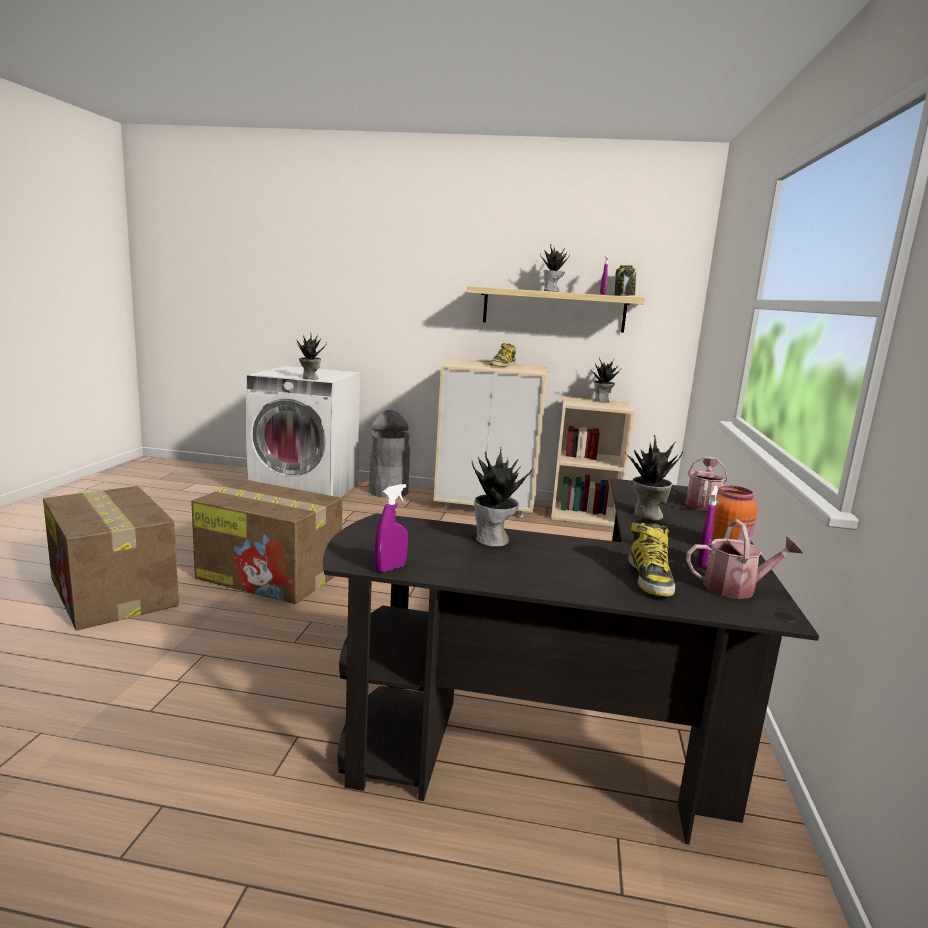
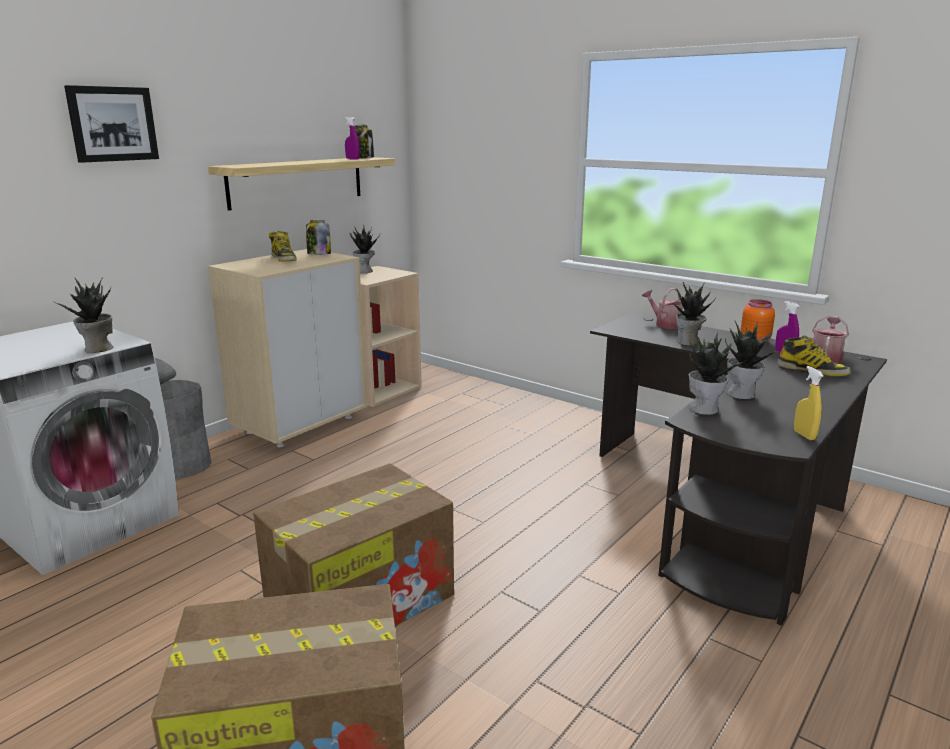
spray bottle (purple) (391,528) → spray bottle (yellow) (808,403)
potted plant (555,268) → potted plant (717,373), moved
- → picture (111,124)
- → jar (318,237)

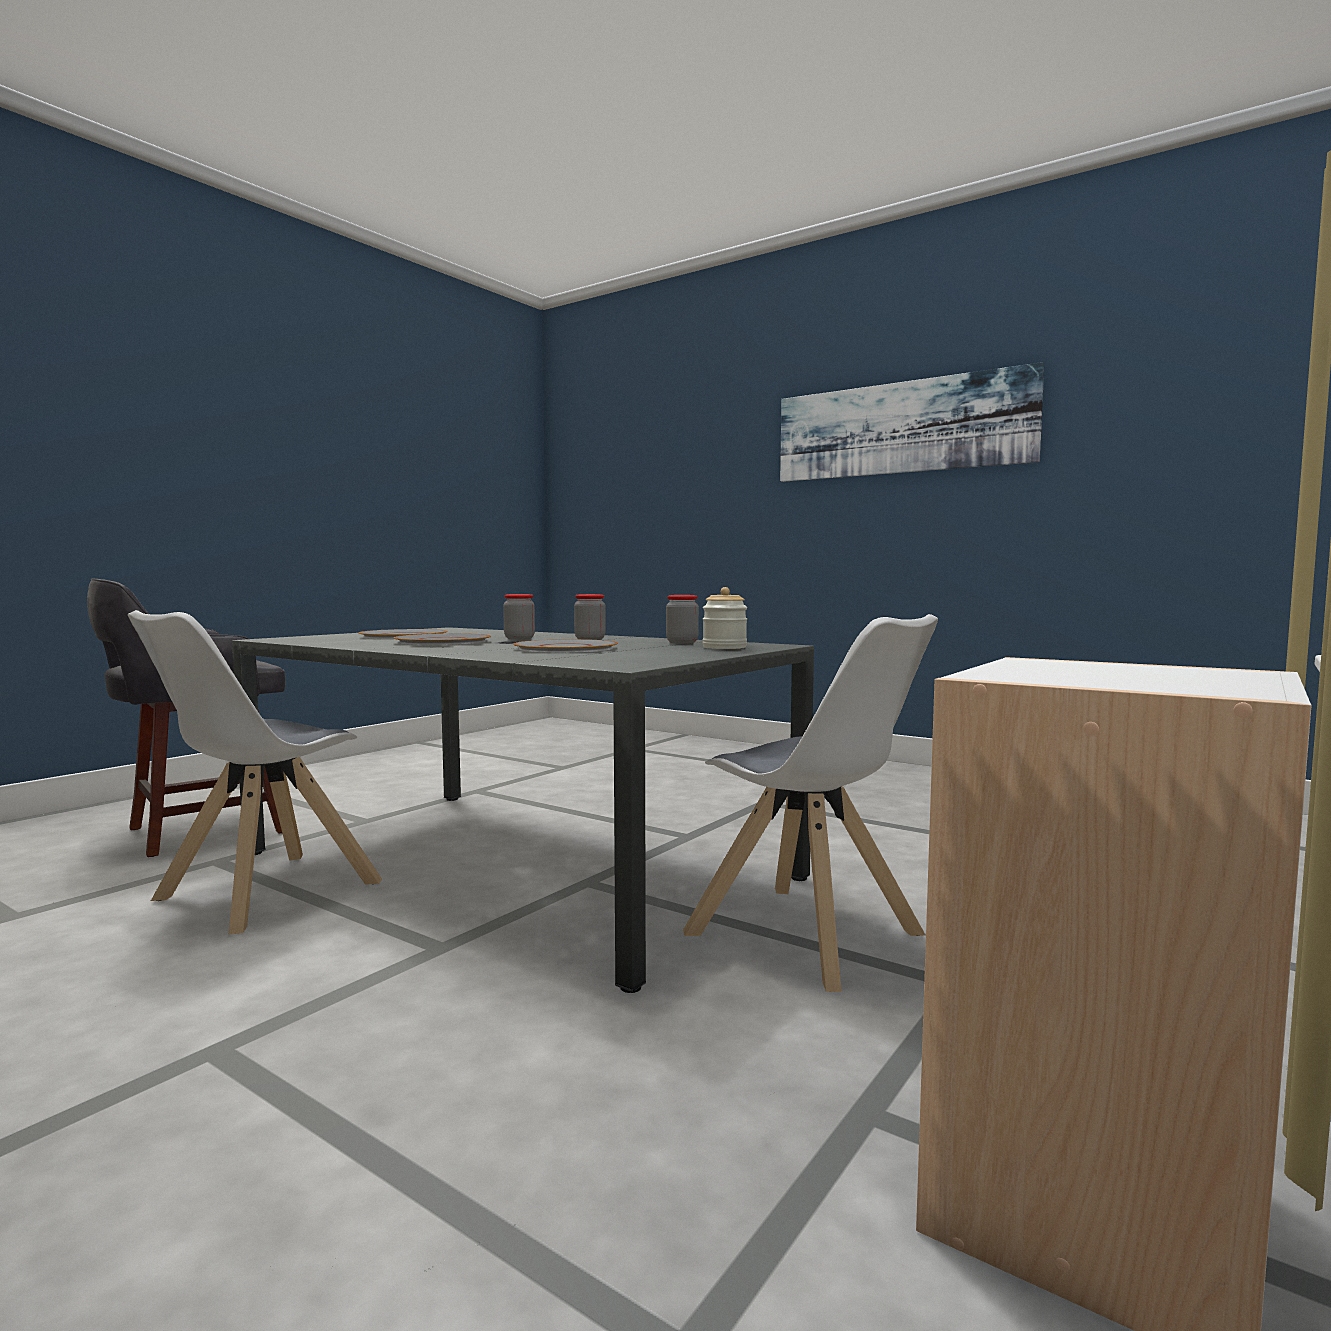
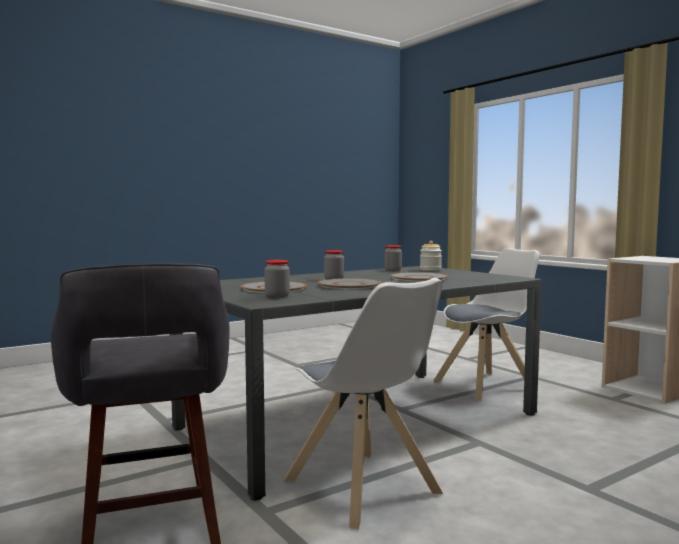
jar (590,617) → jar (277,279), moved
picture (912,422) → -

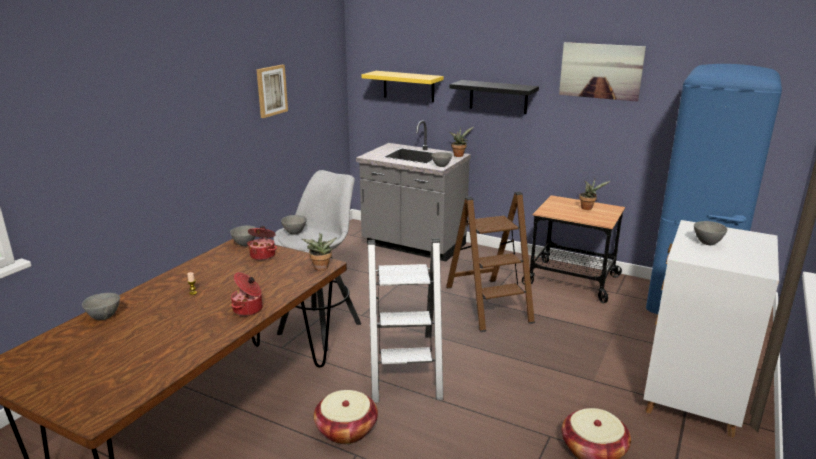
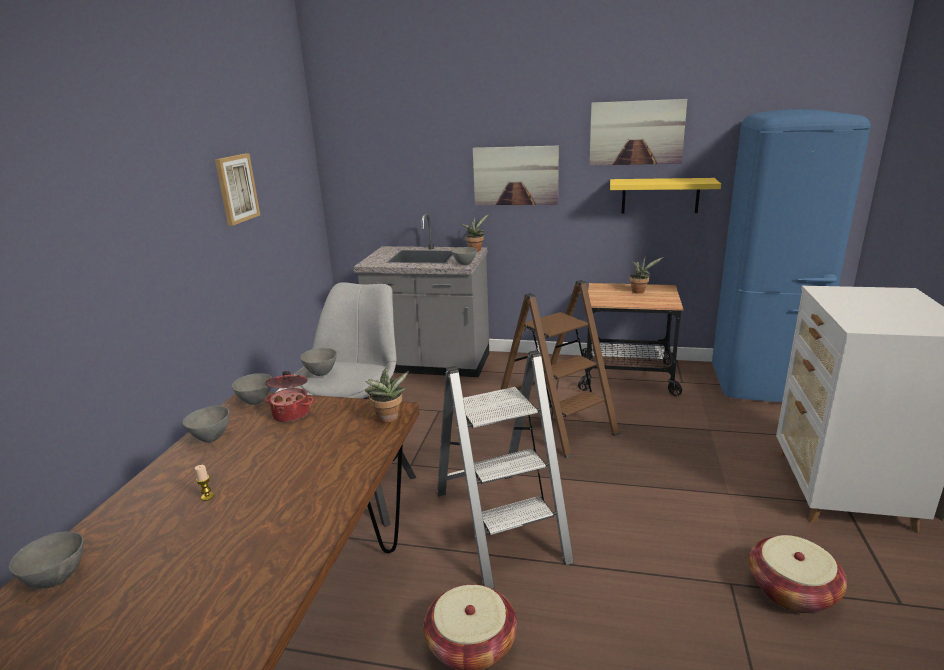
cooking pot (247,294) → -
shelf (yellow) (402,86) → shelf (yellow) (665,195), moved
shelf (black) (494,97) → picture (516,175)
bowl (grey) (711,233) → bowl (grey) (206,424), moved

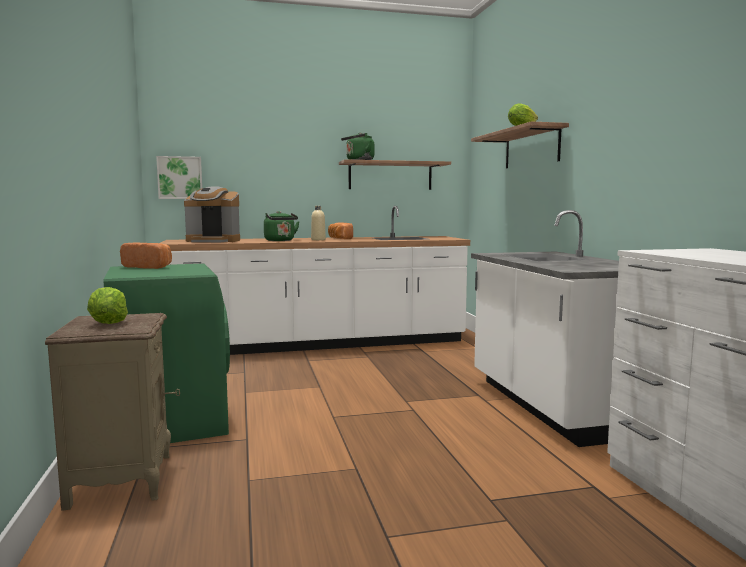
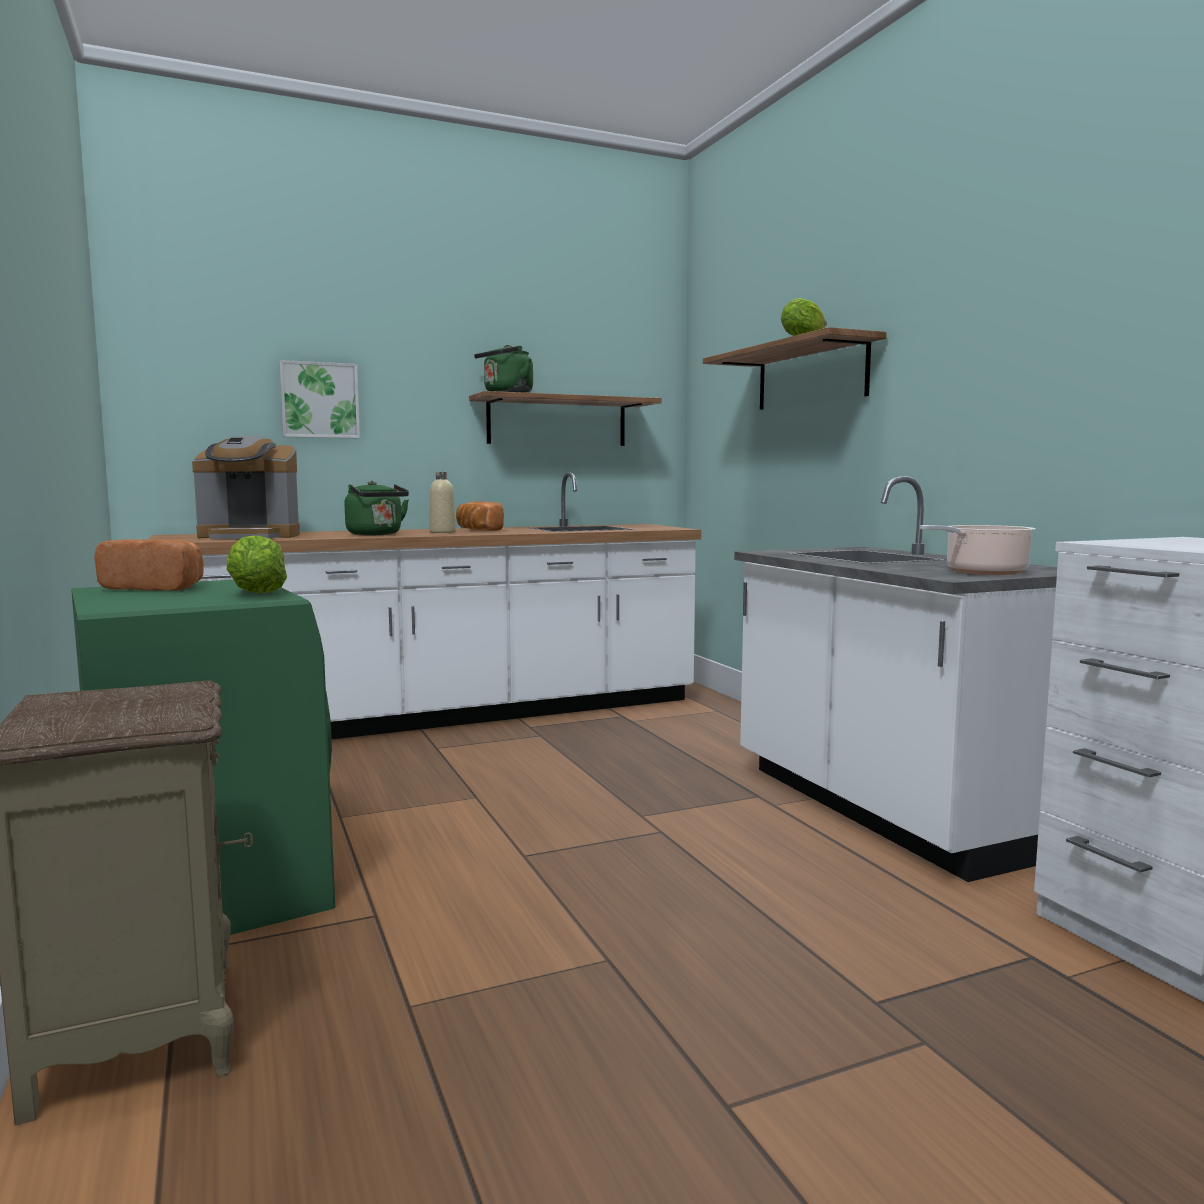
lettuce (107,305) → lettuce (257,564), moved
picture (179,177) → picture (319,399), moved
- → cooking pot (978,550)

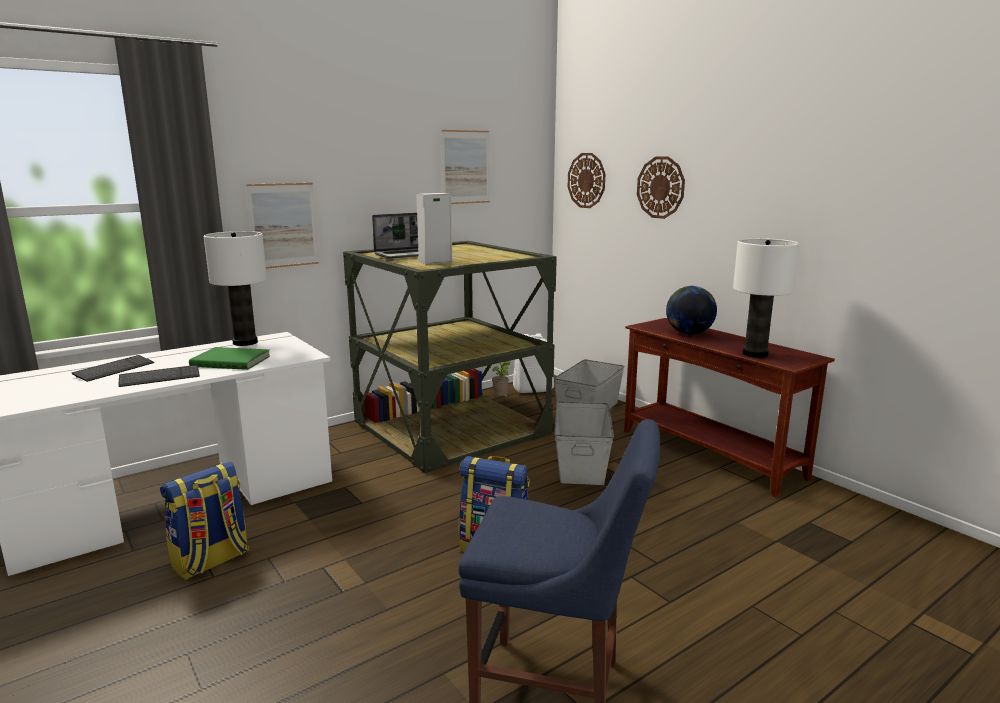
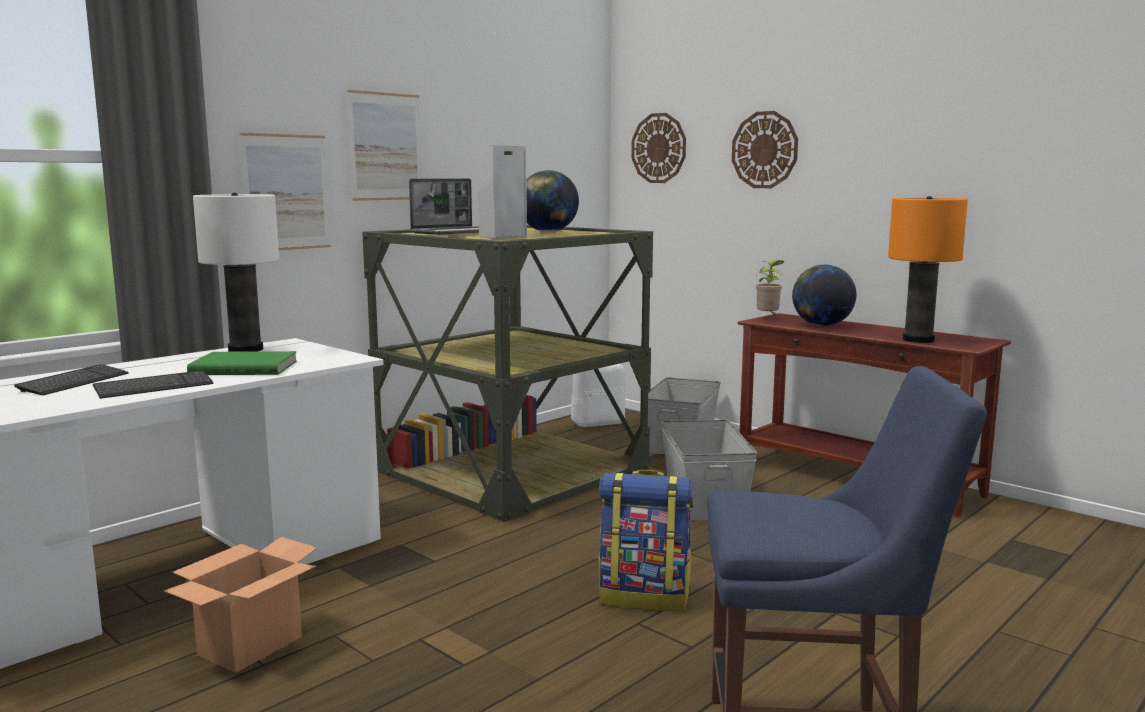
backpack (204,521) → cardboard box (240,605)
picture (465,167) → picture (384,145), moved
potted plant (501,379) → potted plant (770,288), moved
table lamp (white) (766,298) → table lamp (orange) (928,269)
- → globe (552,201)

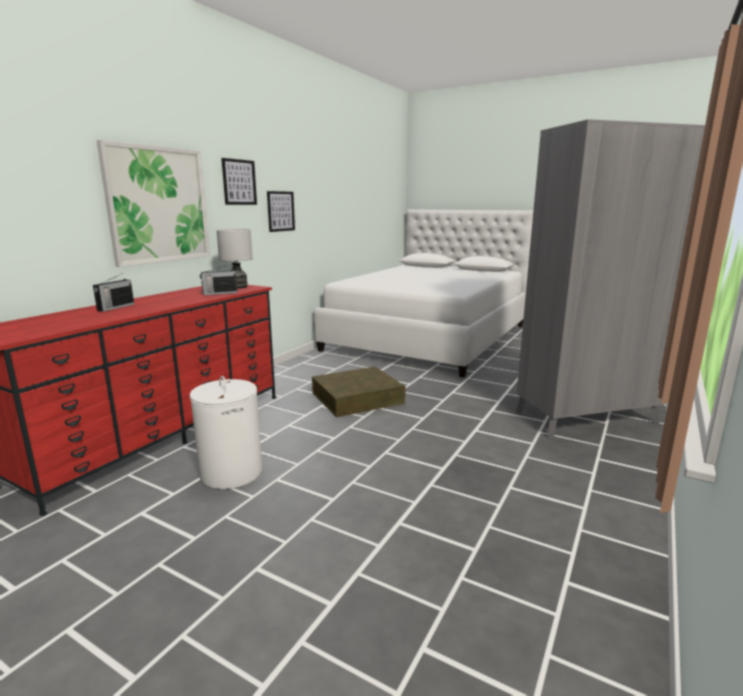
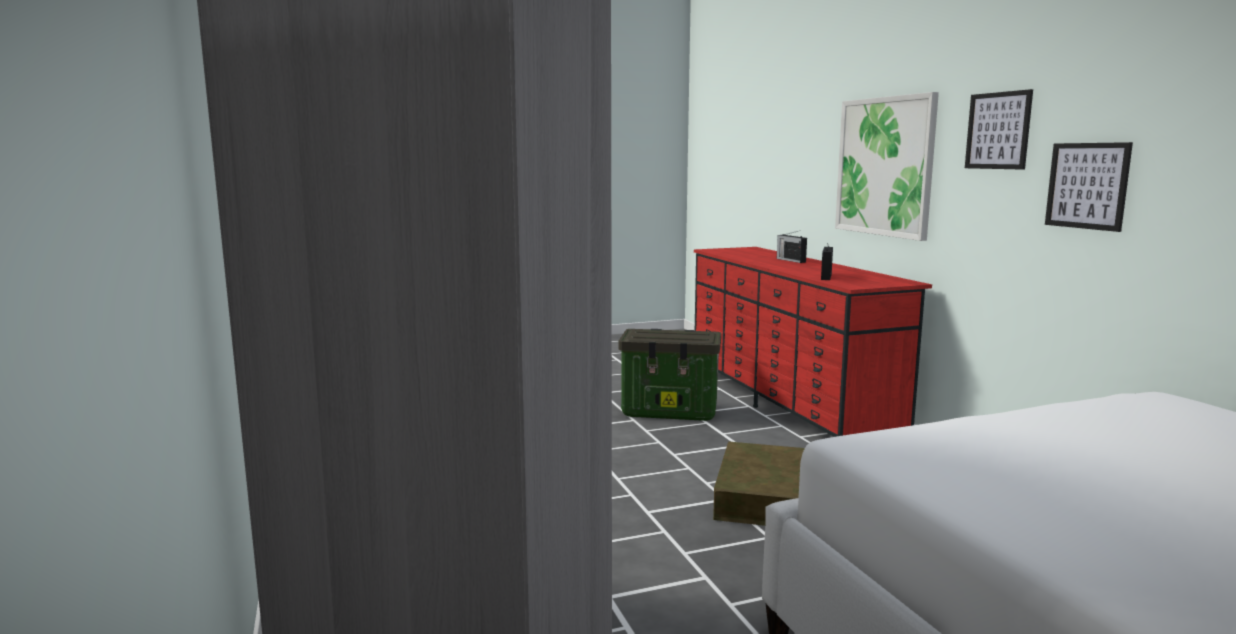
laundry basket (white) (226,432) → storage box (669,375)
table lamp (grey) (235,259) → -

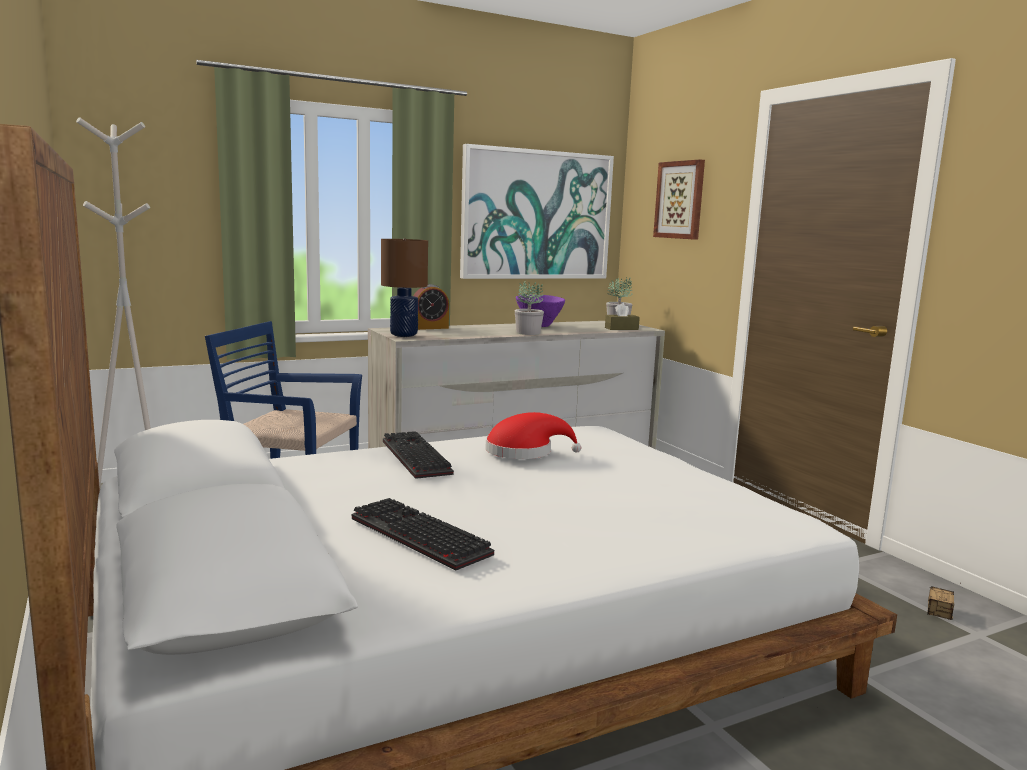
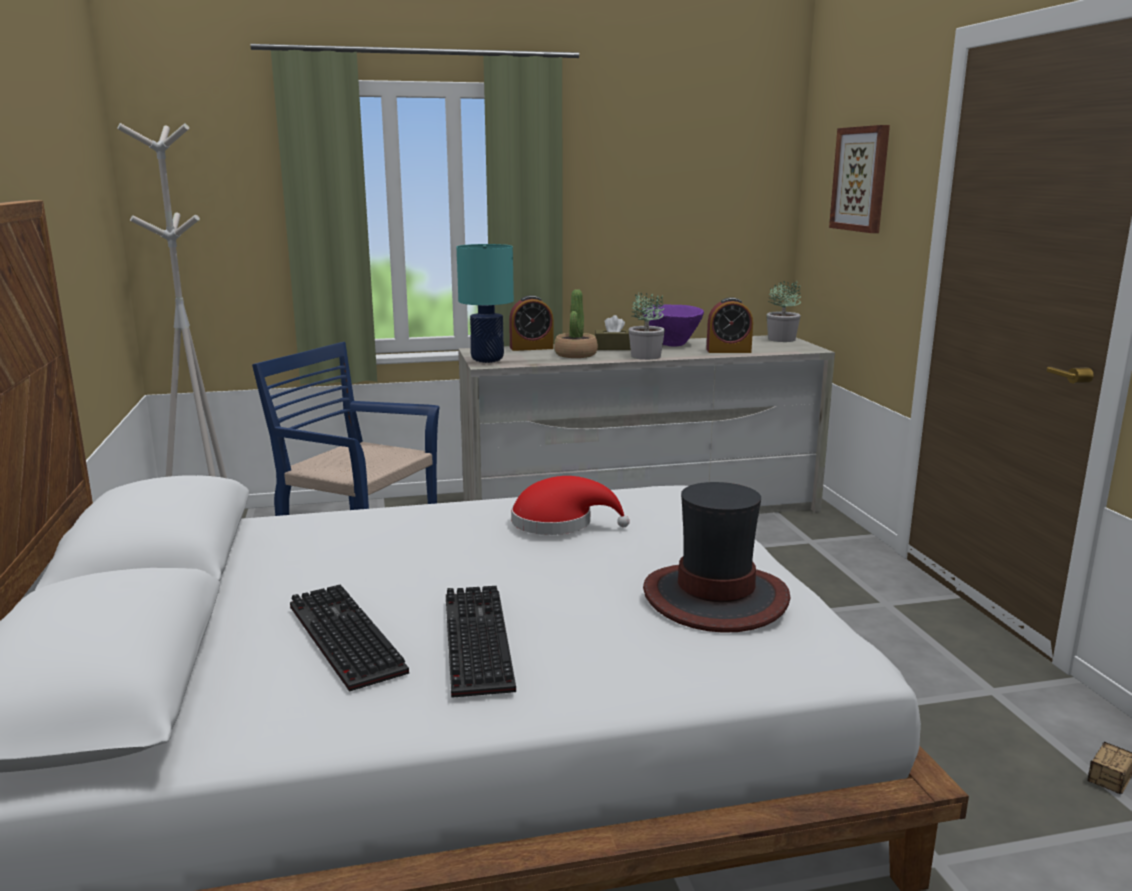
table lamp (brown) (404,287) → table lamp (turquoise) (485,303)
keyboard (418,455) → keyboard (481,642), moved
picture (537,211) → -
tissue box (brown) (622,316) → tissue box (brown) (613,332), moved
- → potted plant (576,323)
- → hat (717,557)
- → alarm clock (729,325)

